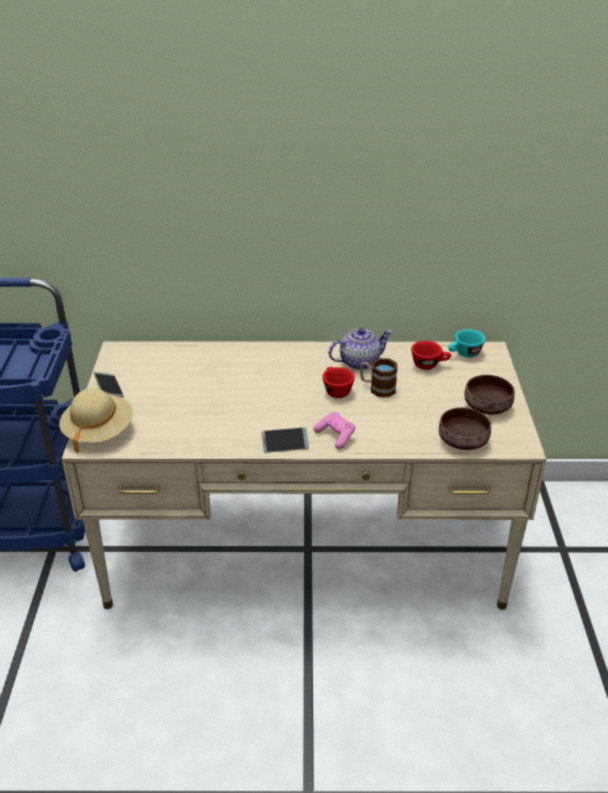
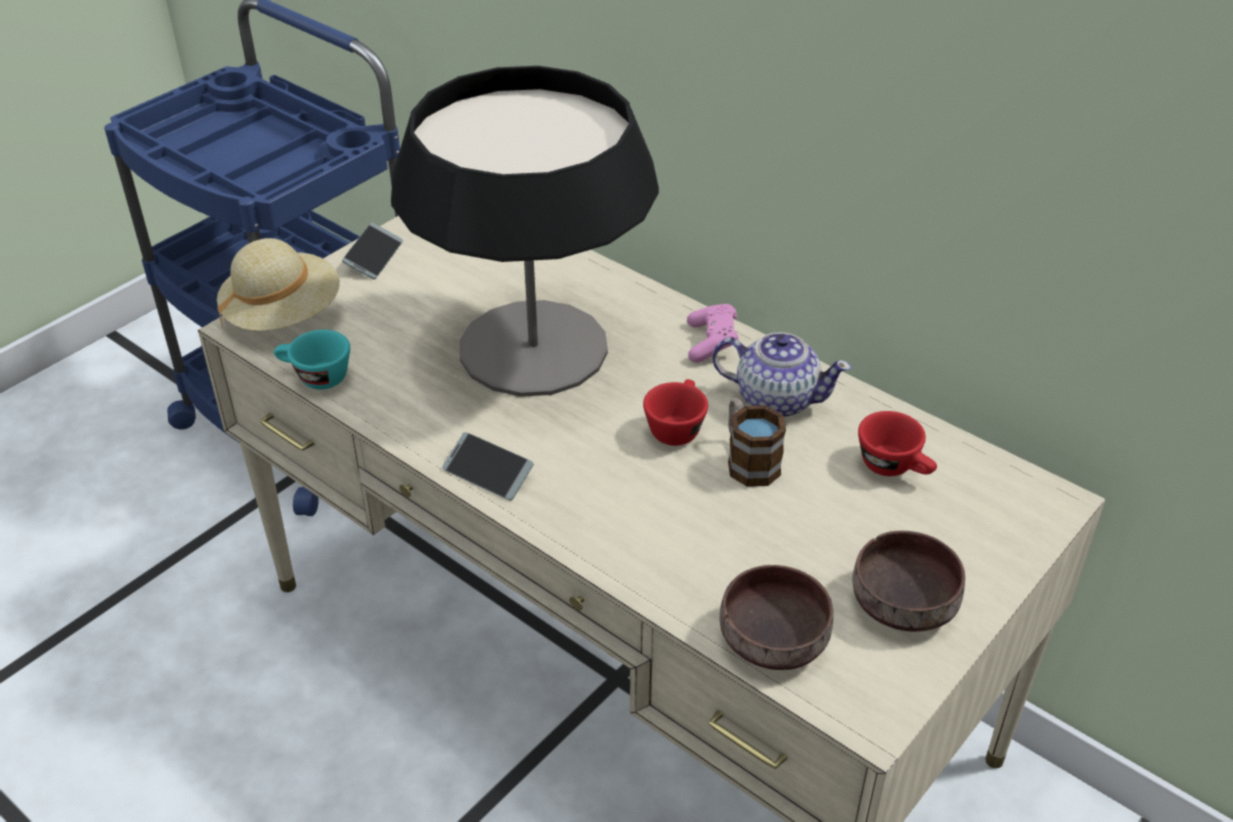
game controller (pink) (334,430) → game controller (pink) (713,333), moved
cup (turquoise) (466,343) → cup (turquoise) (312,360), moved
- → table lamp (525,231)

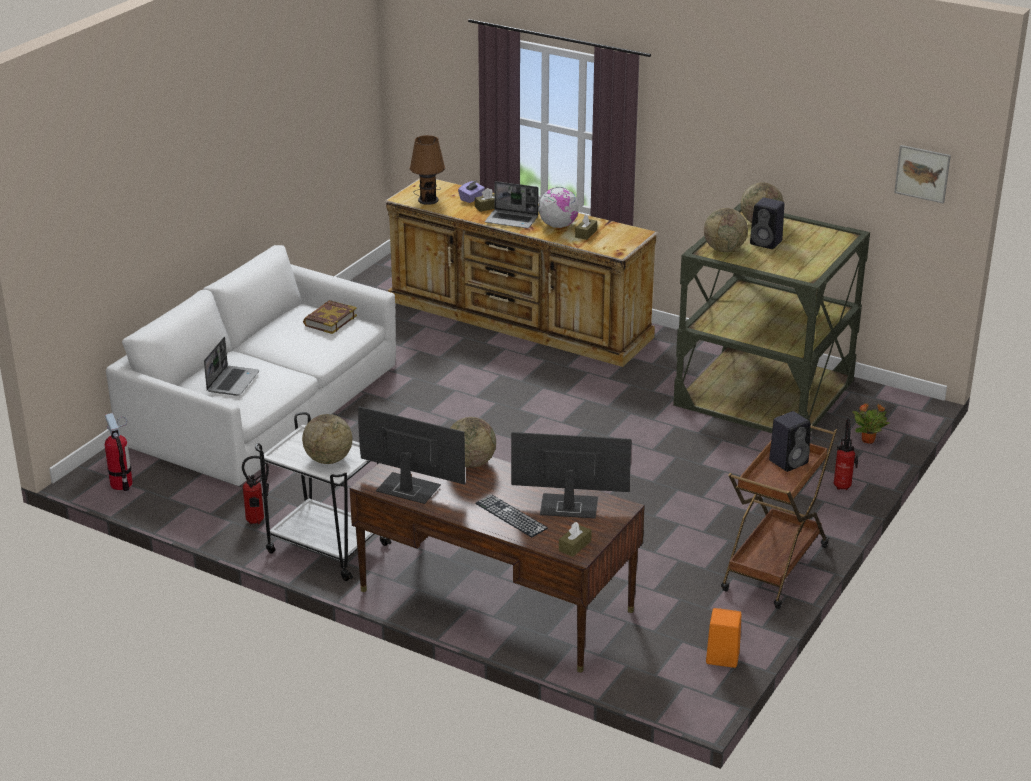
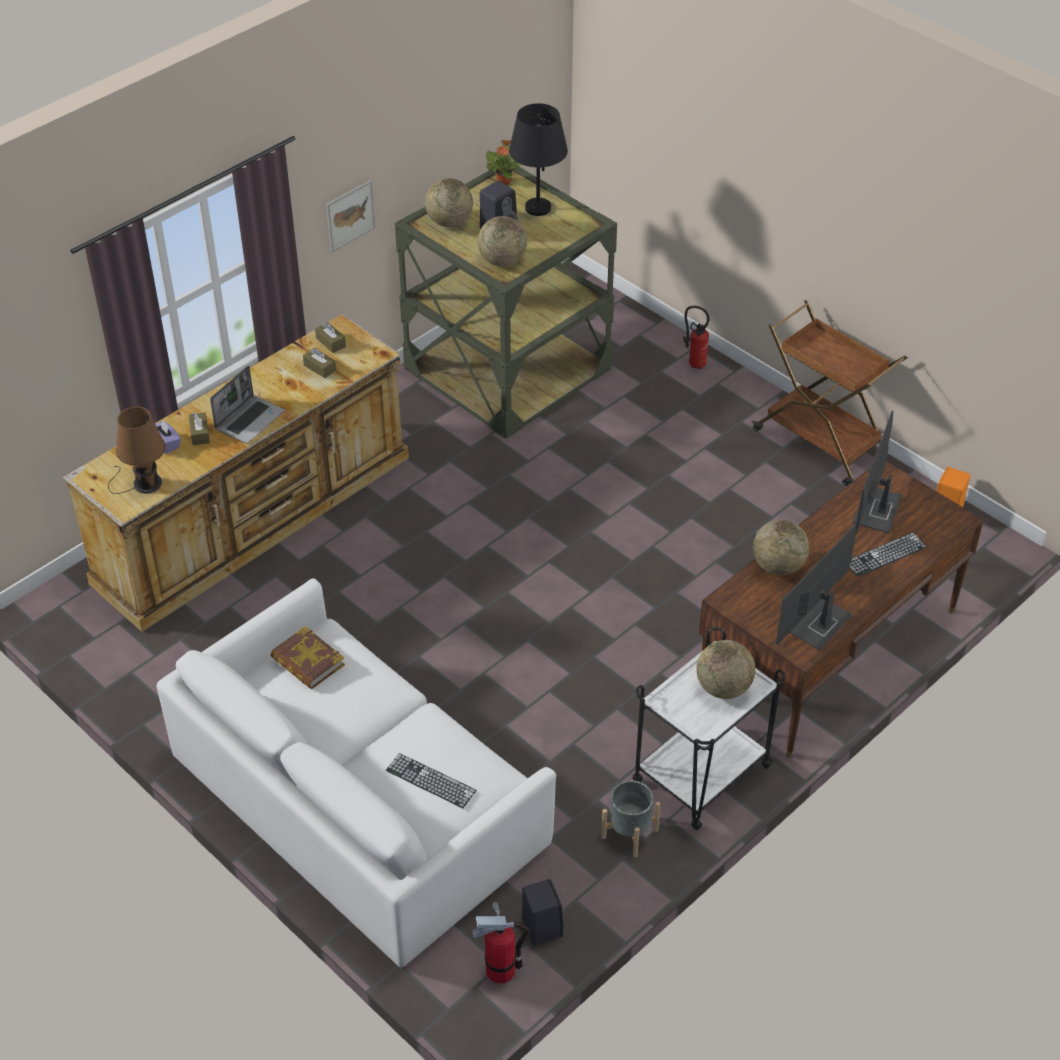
laptop (231,366) → keyboard (431,780)
fire extinguisher (255,490) → planter (grey) (630,819)
globe (558,207) → -
tissue box (brown) (575,539) → tissue box (brown) (330,337), moved
speaker (black) (789,441) → speaker (black) (543,912), moved
potted plant (870,423) → potted plant (504,162), moved
picture (922,174) → picture (350,216), moved
- → table lamp (black) (538,159)

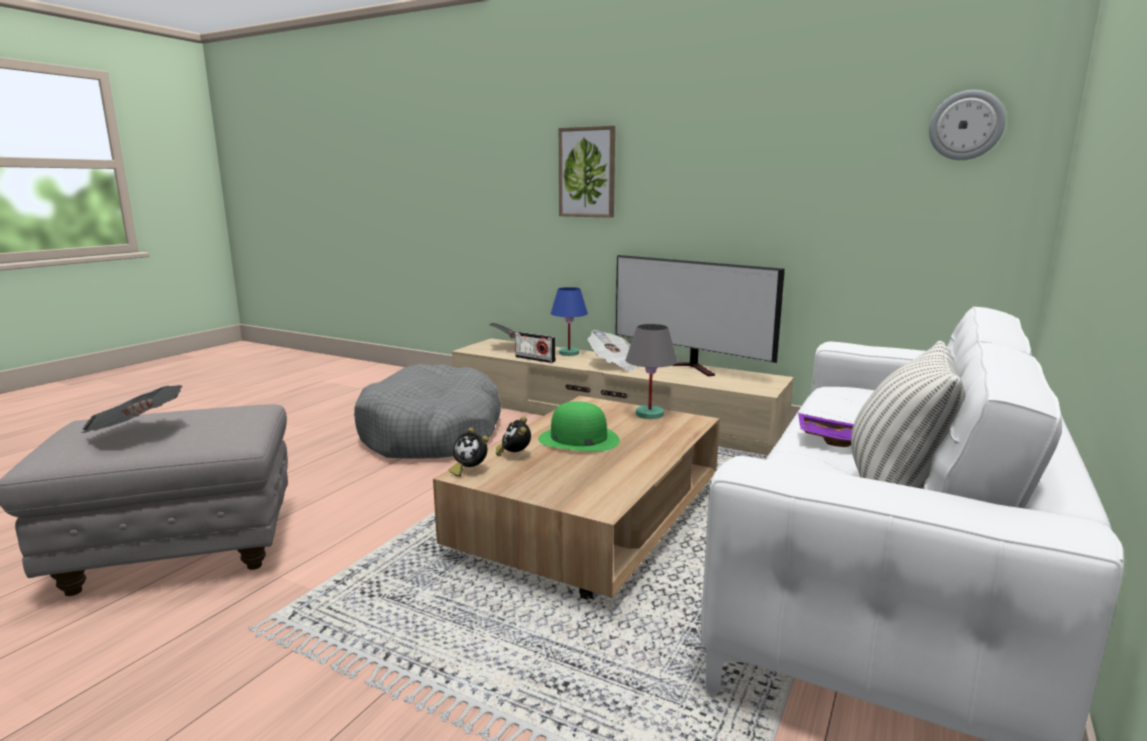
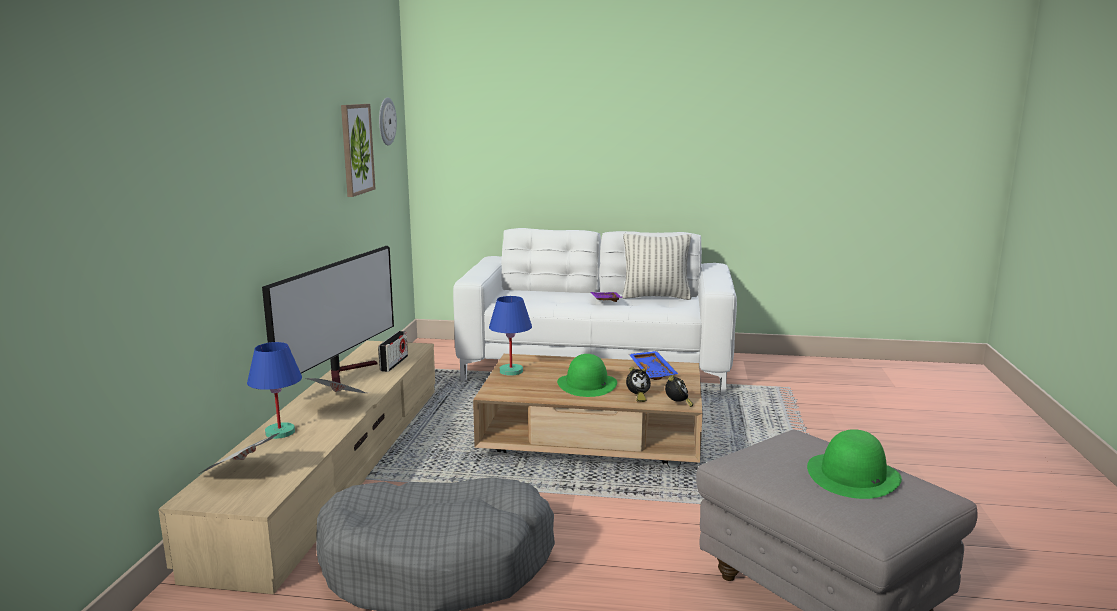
newspaper (132,409) → hat (green) (854,464)
radio (535,347) → radio (393,351), moved
picture (587,172) → picture (358,150), moved
table lamp (grey) (651,371) → table lamp (blue) (510,336)
- → tray (blue) (653,365)

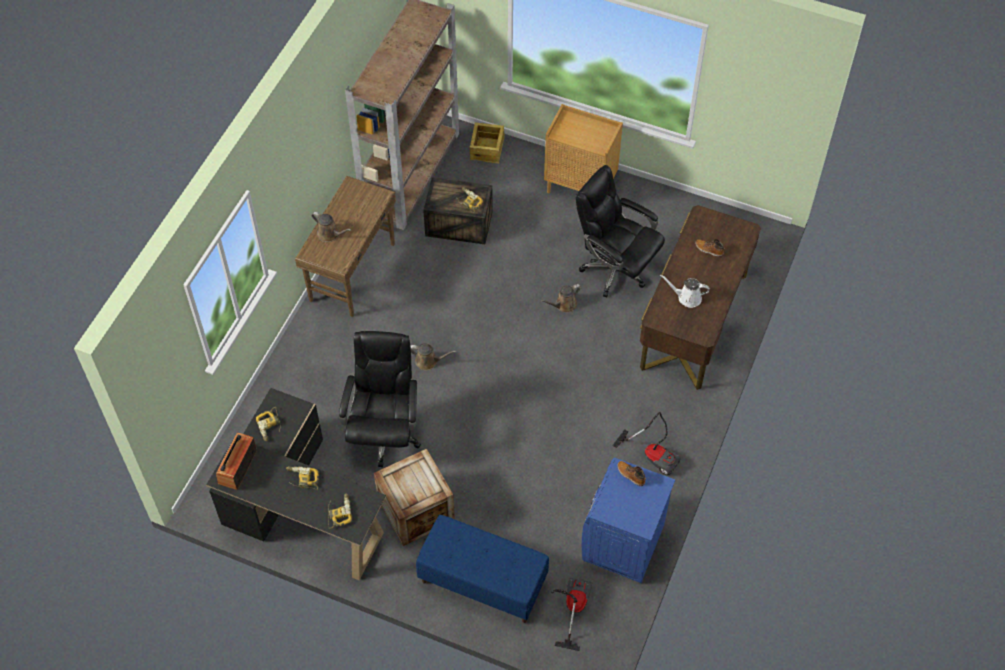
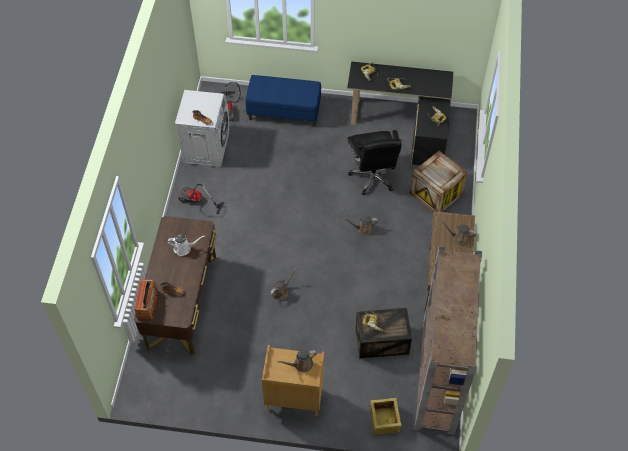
radio (236,461) → radio (146,299), moved
crate (414,497) → crate (438,182), moved
office chair (black) (620,231) → -
washing machine (blue) (628,520) → washing machine (white) (202,128)
- → watering can (brown) (297,361)

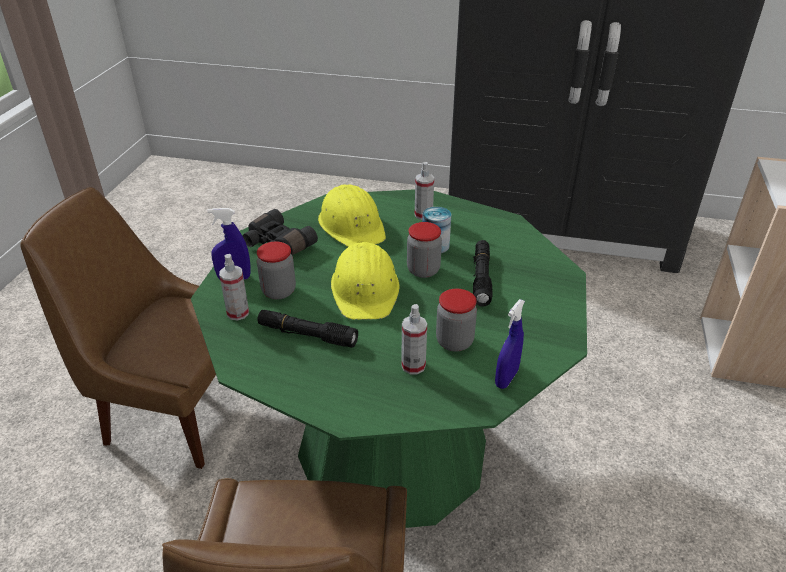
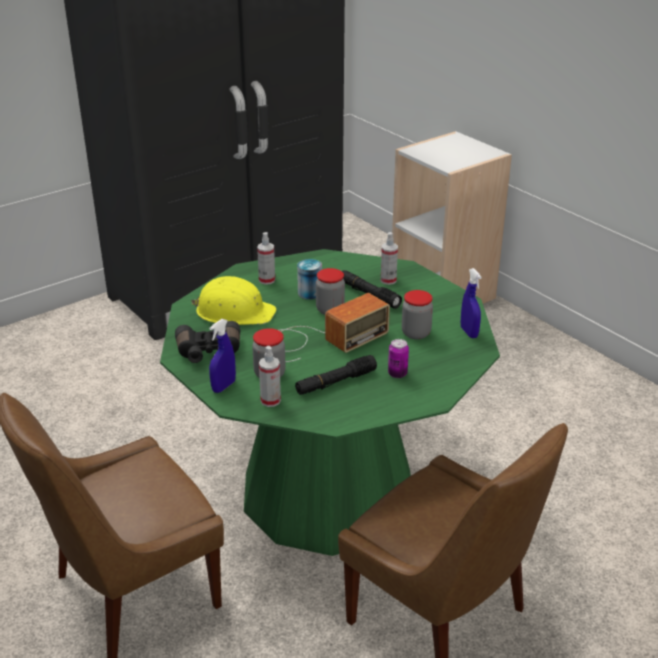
hard hat (yellow) (365,281) → radio (334,327)
spray bottle (414,339) → spray bottle (389,258), moved
- → can (398,358)

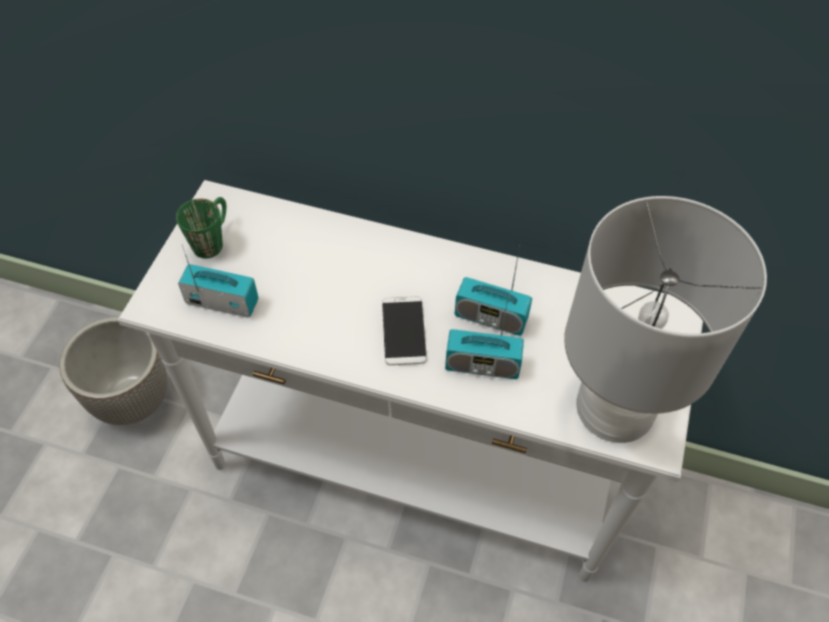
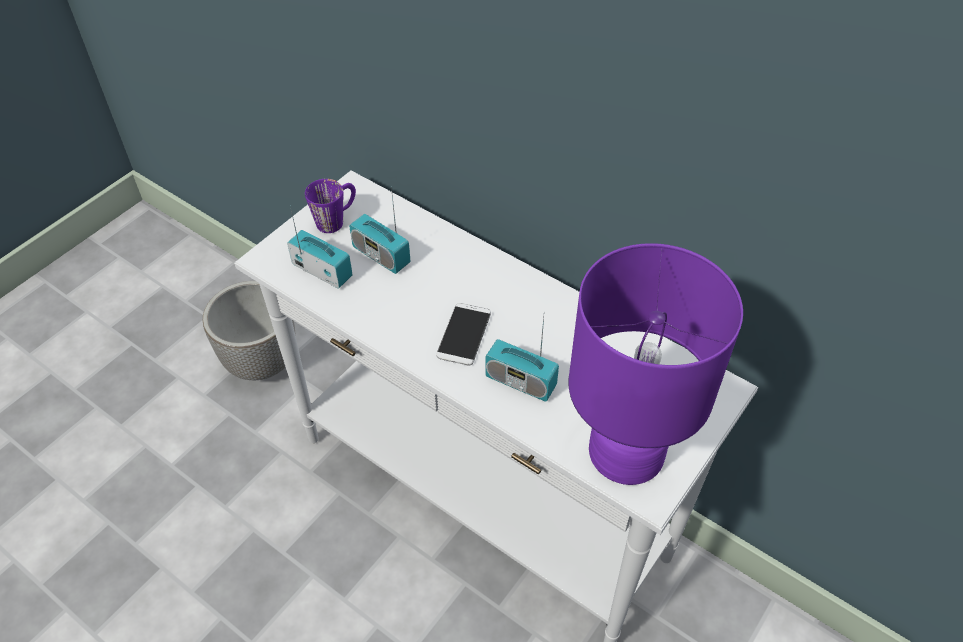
mug (green) (201,227) → mug (purple) (330,206)
radio (493,290) → radio (379,230), moved
table lamp (grey) (665,319) → table lamp (purple) (655,364)

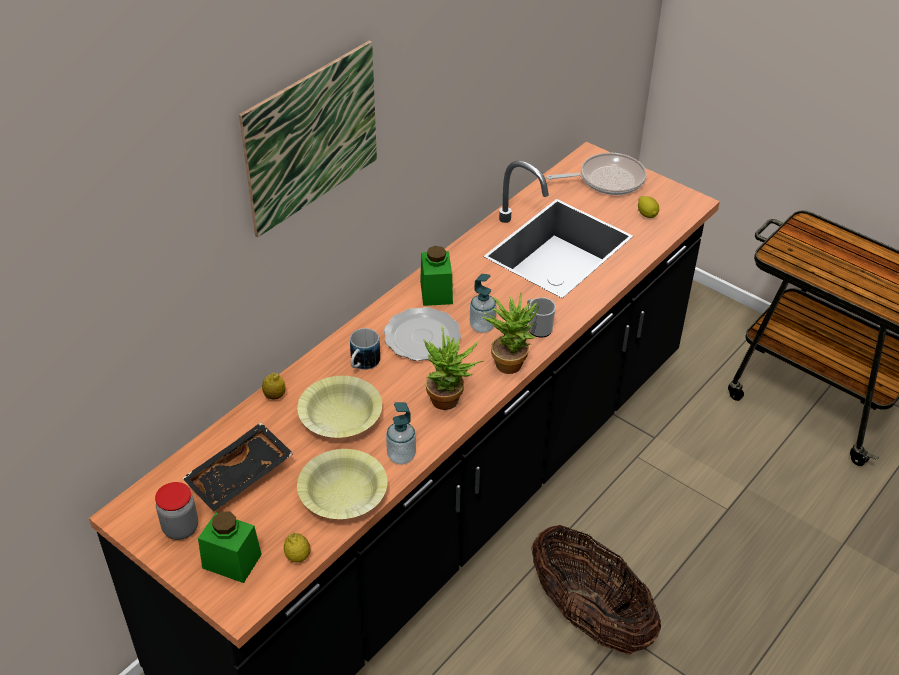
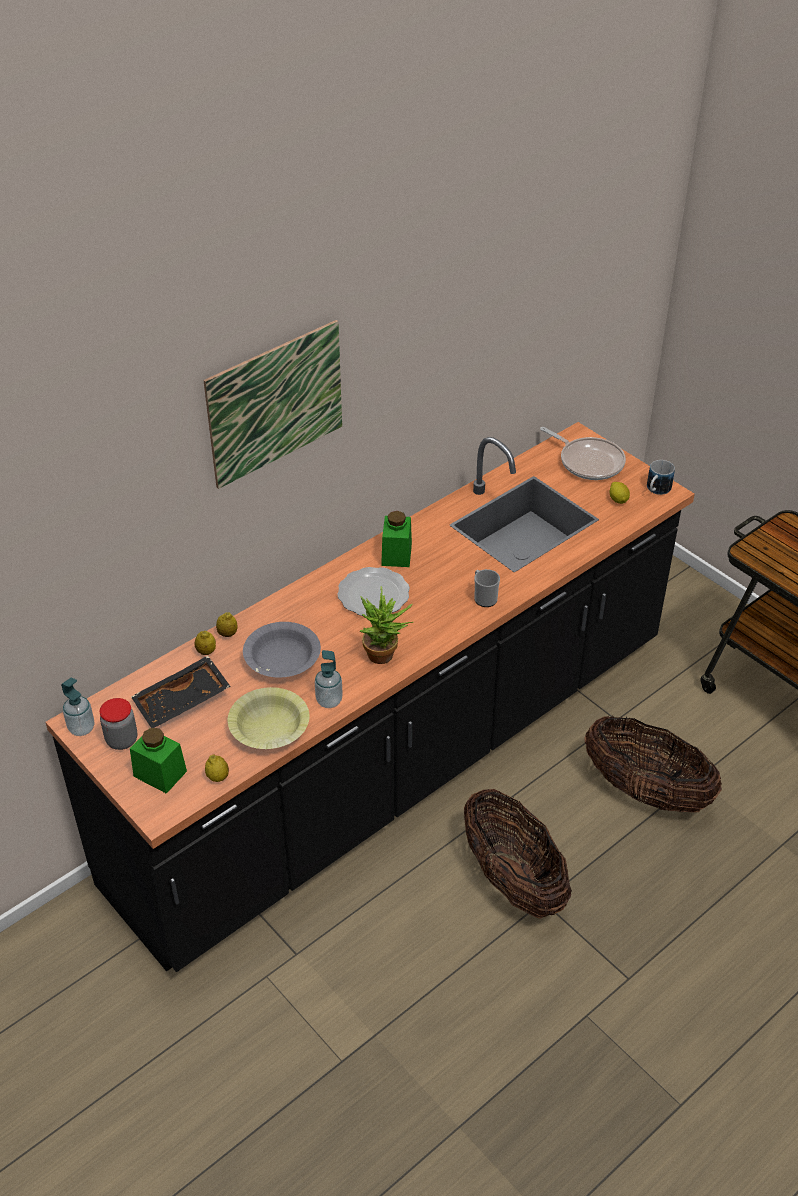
bowl (yellow) (339,407) → bowl (grey) (282,649)
mug (365,349) → mug (661,477), moved
soap dispenser (483,303) → soap dispenser (78,707), moved
potted plant (511,334) → -
frying pan (596,174) → frying pan (583,453), 45 degrees clockwise
- → lemon (205,643)
- → basket (653,764)

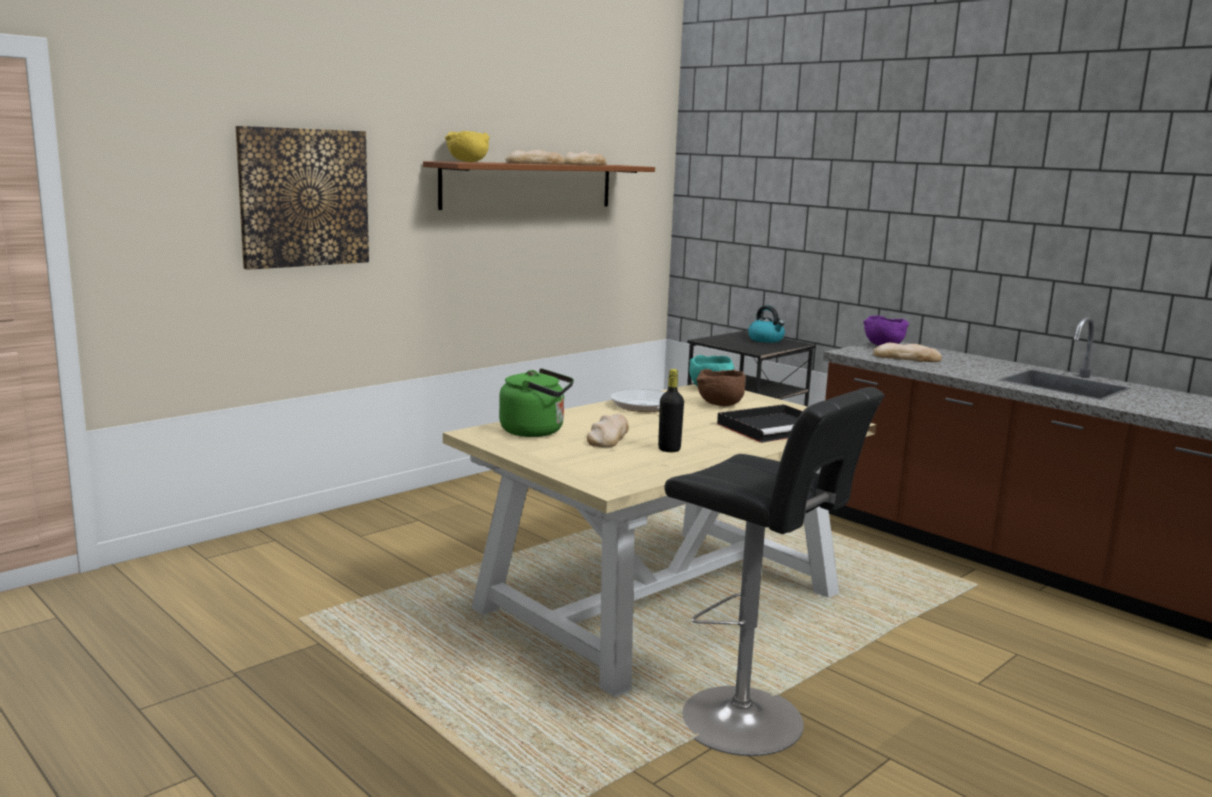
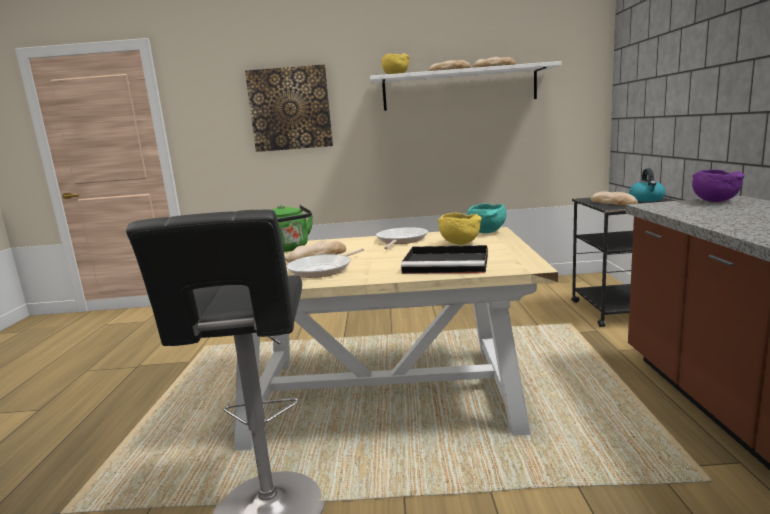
shelf (brown) (539,185) → shelf (white) (465,86)
bottle (black) (671,410) → frying pan (325,263)
bowl (brown) (721,387) → bowl (yellow) (460,229)
bread (907,352) → bread (614,198), moved

